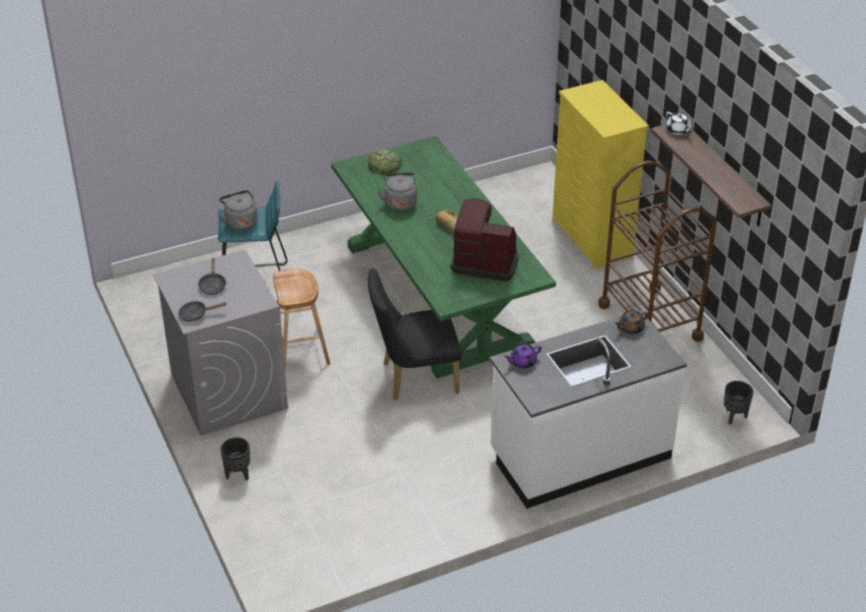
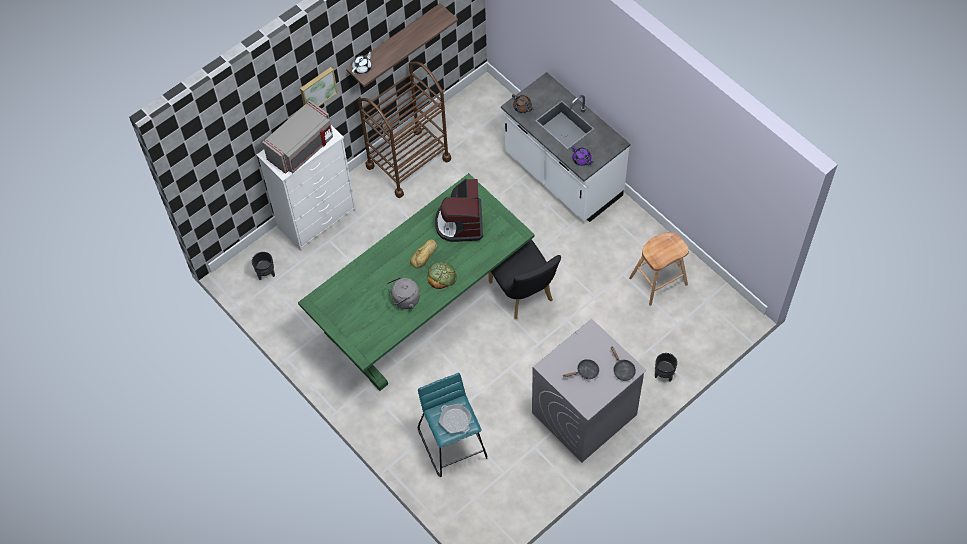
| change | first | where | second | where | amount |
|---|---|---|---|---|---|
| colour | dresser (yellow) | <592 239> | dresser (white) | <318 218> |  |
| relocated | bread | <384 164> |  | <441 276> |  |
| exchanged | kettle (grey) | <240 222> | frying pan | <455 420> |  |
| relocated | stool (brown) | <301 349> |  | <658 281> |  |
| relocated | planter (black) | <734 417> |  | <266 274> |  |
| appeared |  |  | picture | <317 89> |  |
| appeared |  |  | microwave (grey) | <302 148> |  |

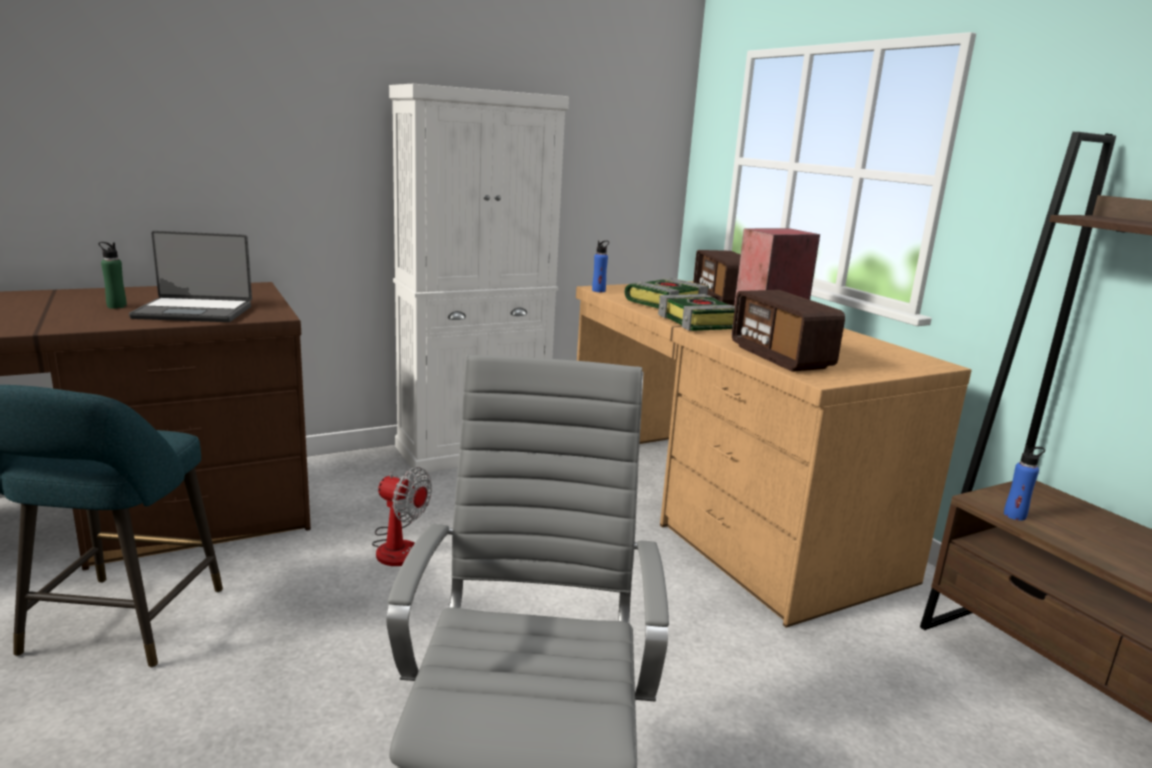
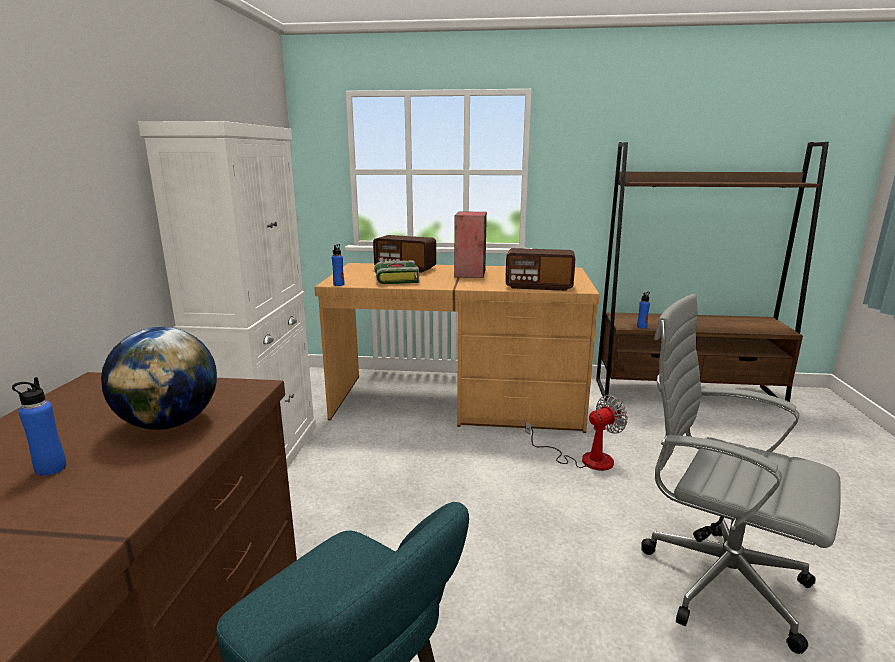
| change | first | where | second | where | amount |
|---|---|---|---|---|---|
| exchanged | laptop | <195 312> | globe | <170 423> |  |
| colour | bottle (green) | <116 306> | bottle (blue) | <51 469> |  |
| missing | book | <701 323> |  |  |  |
| relocated | fan | <398 545> |  | <585 459> |  |

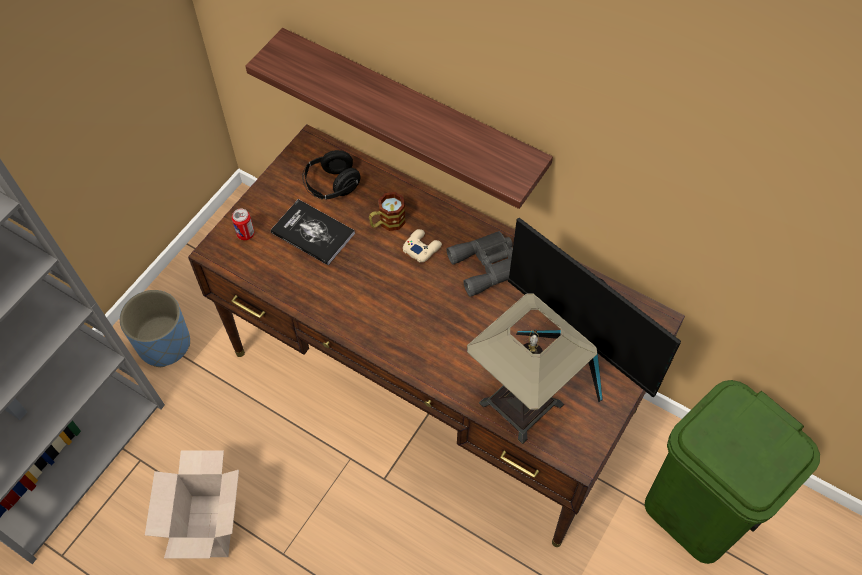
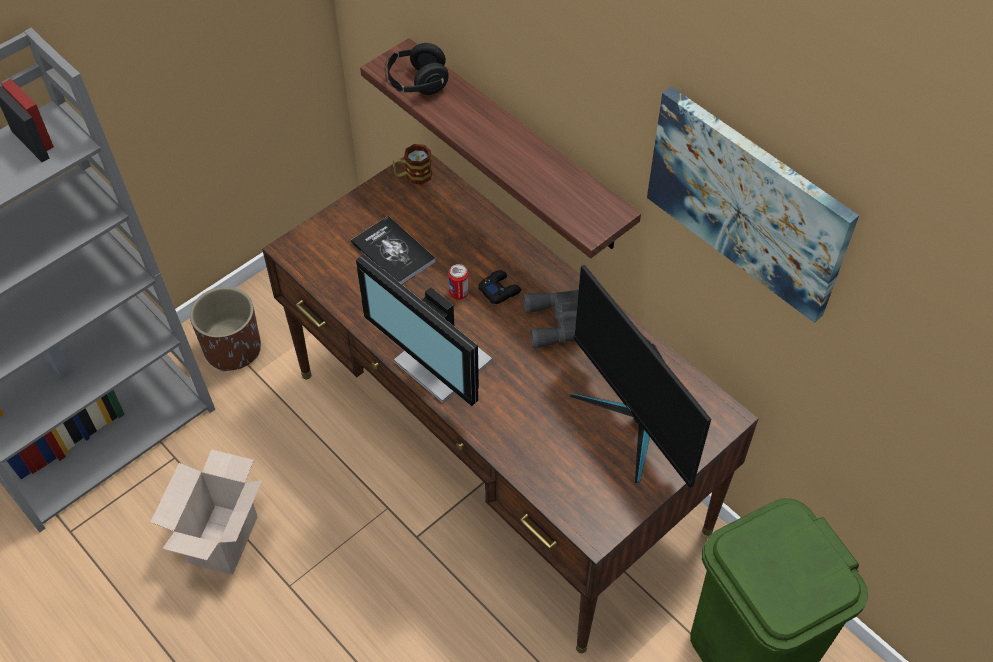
| change | first | where | second | where | amount |
|---|---|---|---|---|---|
| relocated | headphones (black) | <331 185> |  | <417 83> |  |
| relocated | mug | <387 222> |  | <413 176> |  |
| relocated | can | <245 234> |  | <459 293> |  |
| colour | game controller (beige) | <421 248> | game controller (black) | <499 290> |  |
| colour | planter (blue) | <164 344> | planter (brown) | <233 349> |  |
| missing | table lamp | <521 404> |  |  |  |
| appeared |  |  | picture | <748 202> |  |
| appeared |  |  | monitor | <440 365> |  |

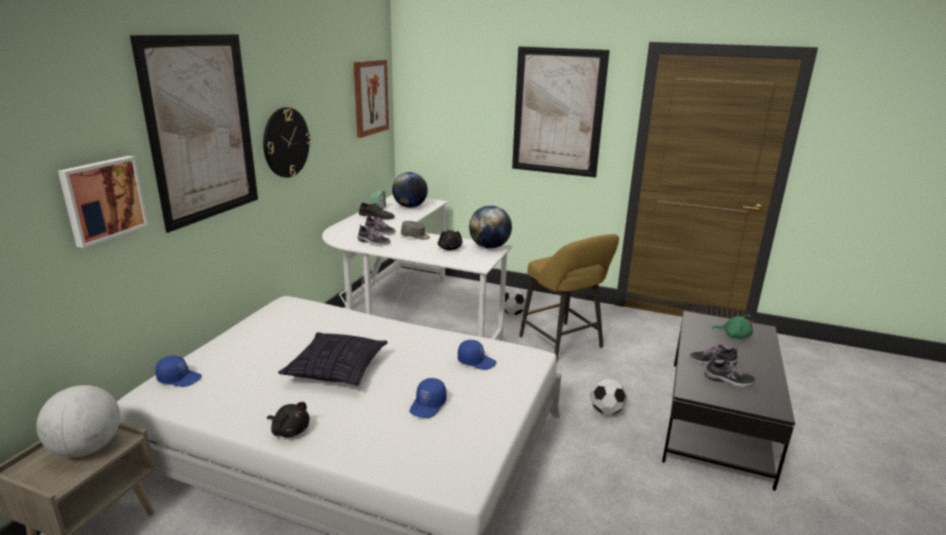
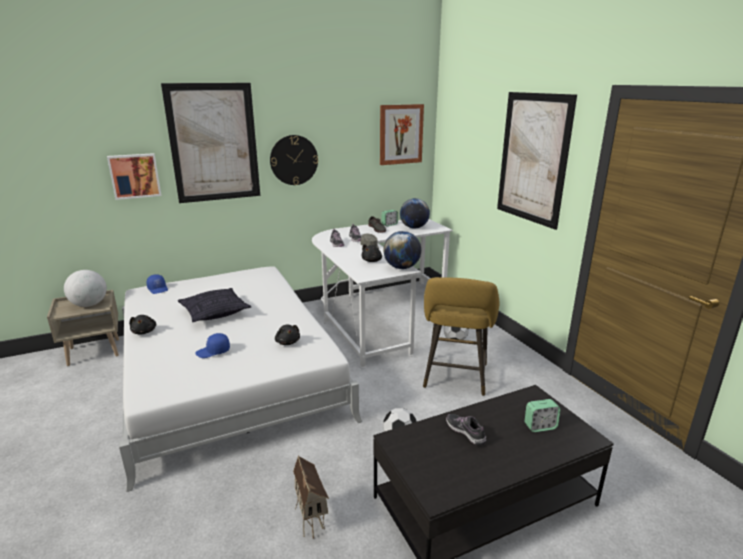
| change | first | where | second | where | amount |
|---|---|---|---|---|---|
| exchanged | plush toy (green) | <734 336> | alarm clock | <540 426> |  |
| exchanged | cap (blue) | <476 361> | plush toy (black) | <287 342> |  |
| missing | shoe | <728 380> |  |  |  |
| appeared |  |  | toy house | <312 521> |  |

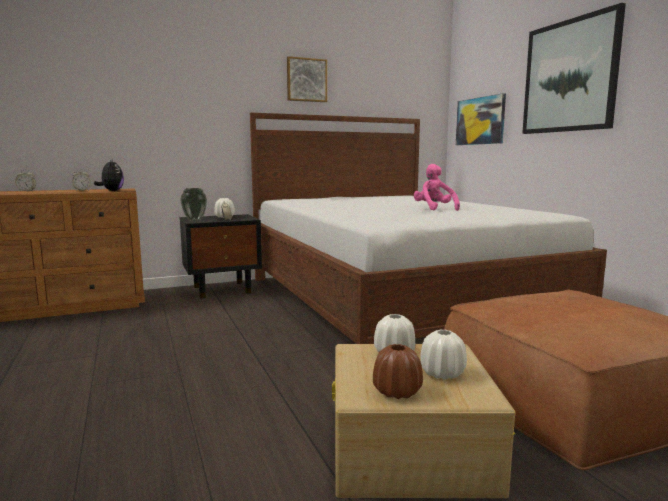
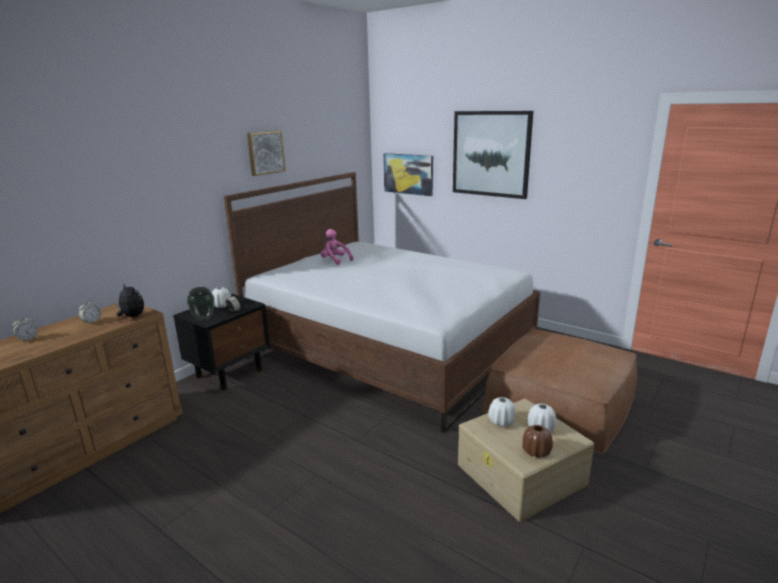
| change | first | where | second | where | amount |
|---|---|---|---|---|---|
| relocated | plush toy (pink) | <434 209> |  | <335 261> |  |

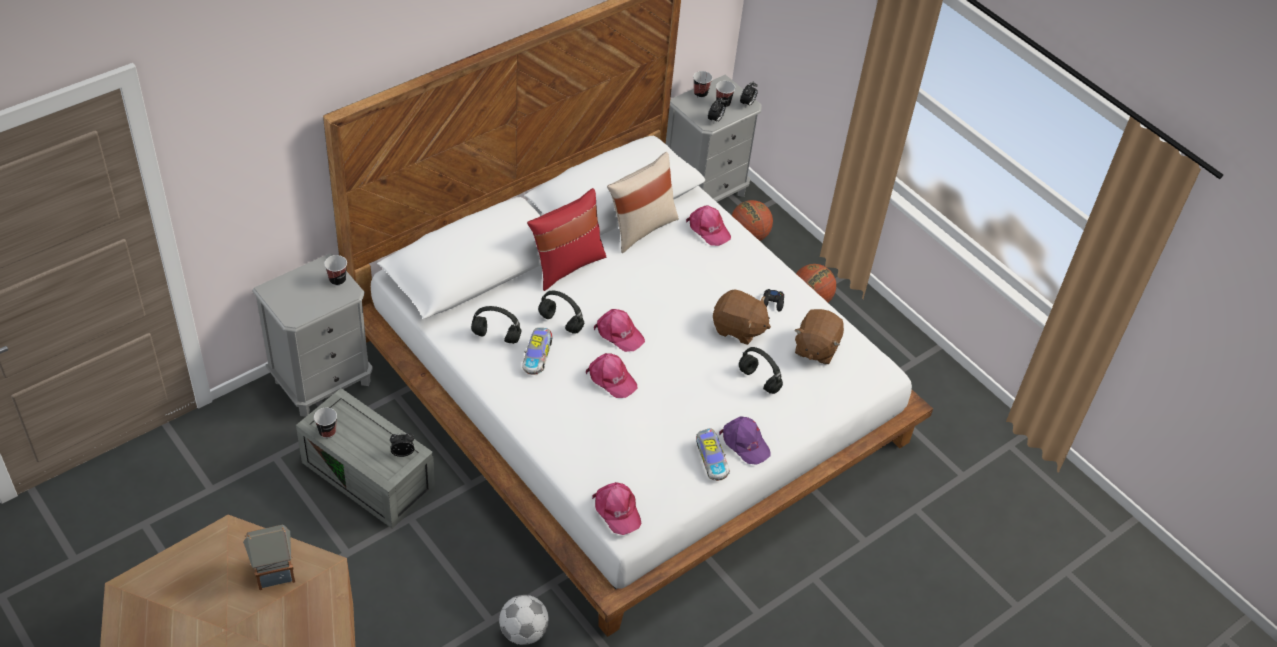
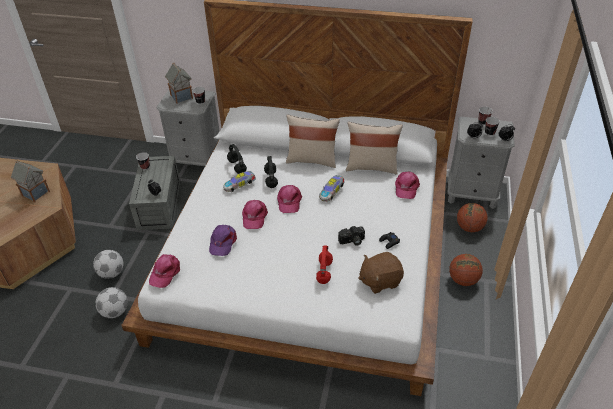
| change | first | where | second | where | amount |
|---|---|---|---|---|---|
| colour | pillow (red) | <566 265> | pillow (beige) | <312 160> |  |
| exchanged | plush toy (brown) | <738 328> | photo camera | <352 241> |  |
| colour | headphones (black) | <760 380> | headphones (red) | <324 272> |  |
| relocated | cap (purple) | <744 443> |  | <222 242> |  |
| relocated | toy car | <710 459> |  | <332 192> |  |
| appeared |  |  | toy house | <182 97> |  |
| appeared |  |  | football | <112 273> |  |

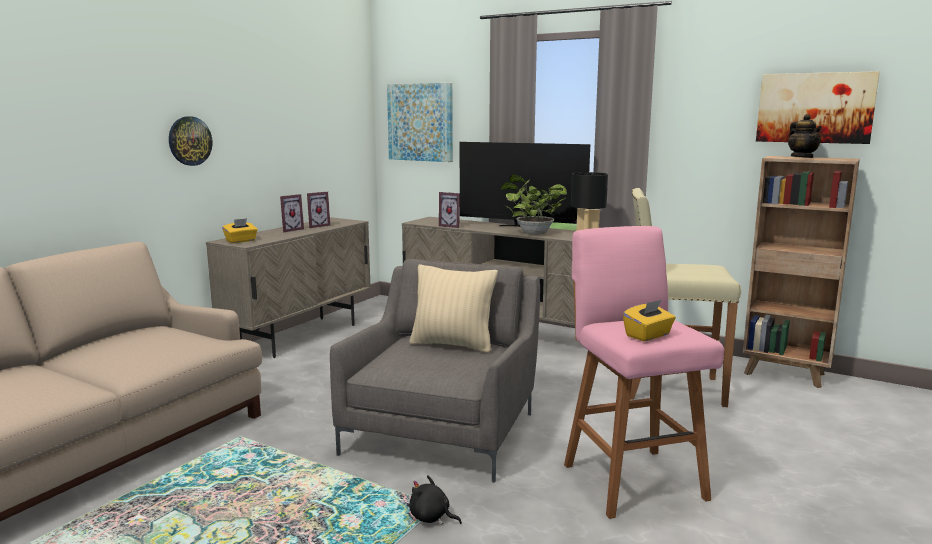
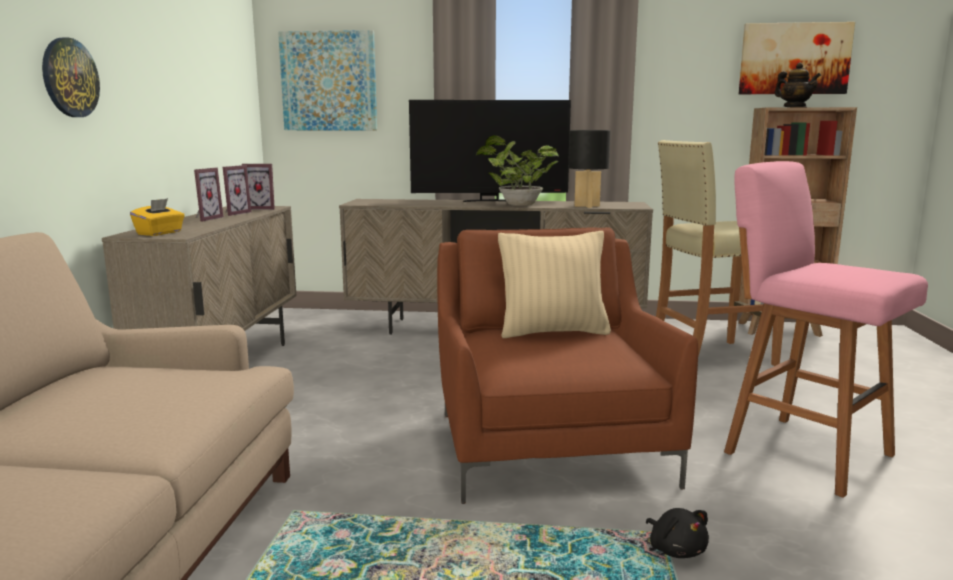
| change | first | where | second | where | amount |
|---|---|---|---|---|---|
| relocated | picture frame | <451 226> |  | <262 208> |  |
| colour | armchair (grey) | <443 429> | armchair (brown) | <550 443> |  |
| missing | tissue box (yellow) | <648 335> |  |  |  |
| spun | plush toy (black) | <431 517> |  | <676 549> | 120 degrees counterclockwise |

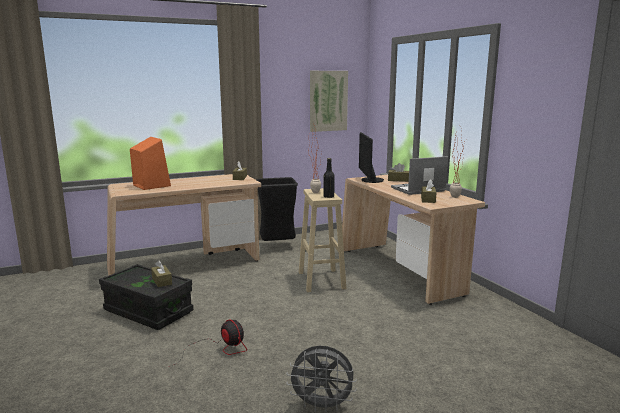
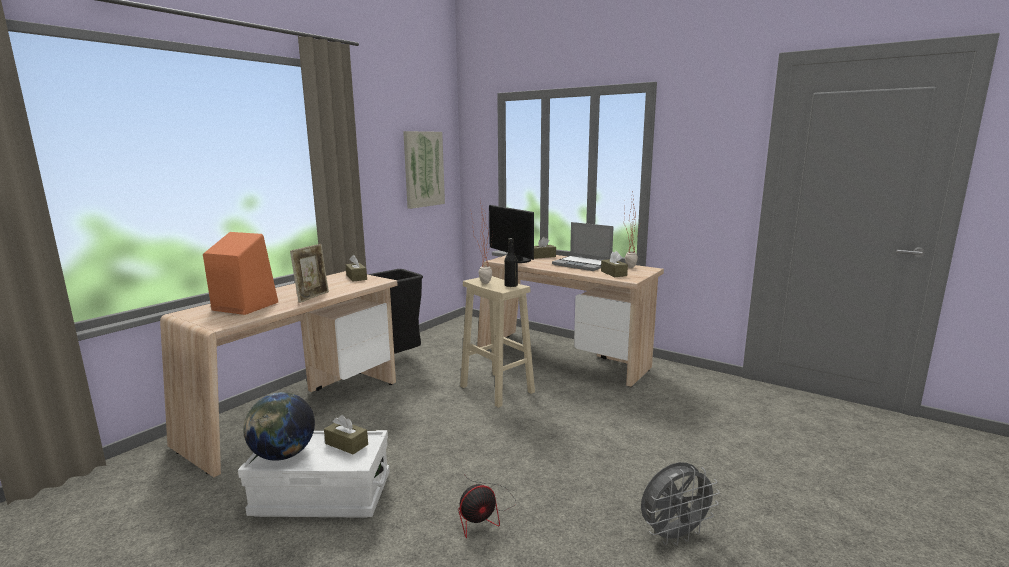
| change | first | where | second | where | amount |
|---|---|---|---|---|---|
| spun | laptop | <417 190> |  | <583 264> | 90 degrees counterclockwise |
| colour | storage box (black) | <148 311> | storage box (white) | <322 495> |  |
| spun | fan | <219 349> |  | <484 513> | 135 degrees clockwise |
| appeared |  |  | picture frame | <313 297> |  |
| appeared |  |  | globe | <283 455> |  |

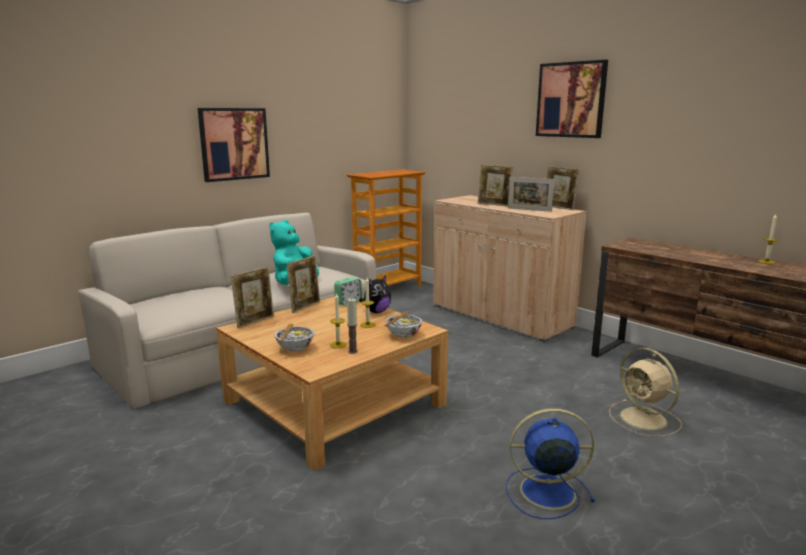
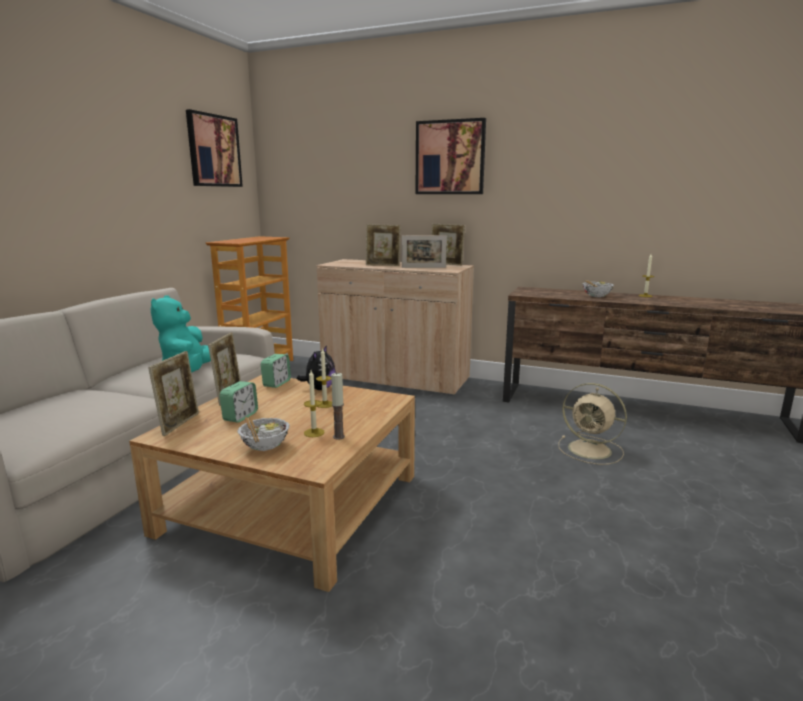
| change | first | where | second | where | amount |
|---|---|---|---|---|---|
| relocated | picture | <234 144> |  | <214 151> |  |
| relocated | bowl | <403 335> |  | <596 296> |  |
| missing | fan (blue) | <544 492> |  |  |  |
| appeared |  |  | alarm clock | <240 416> |  |

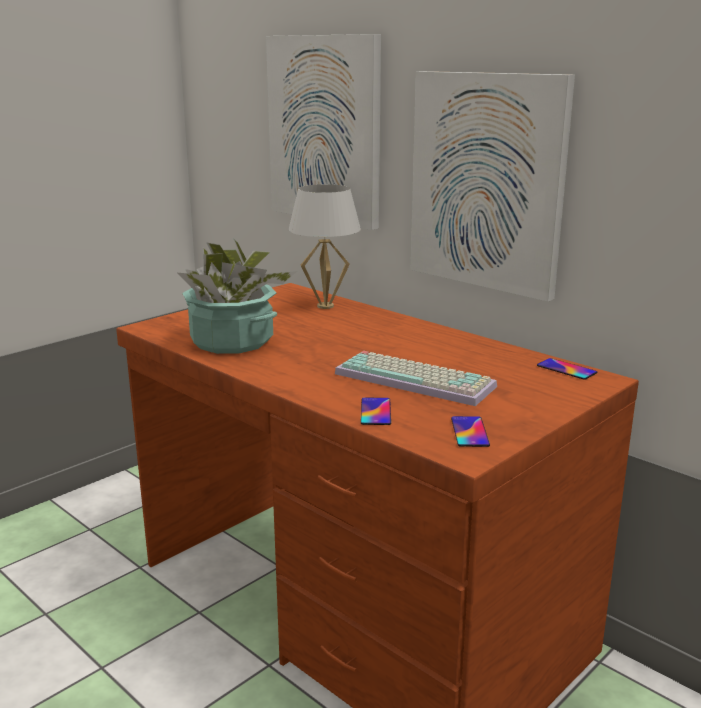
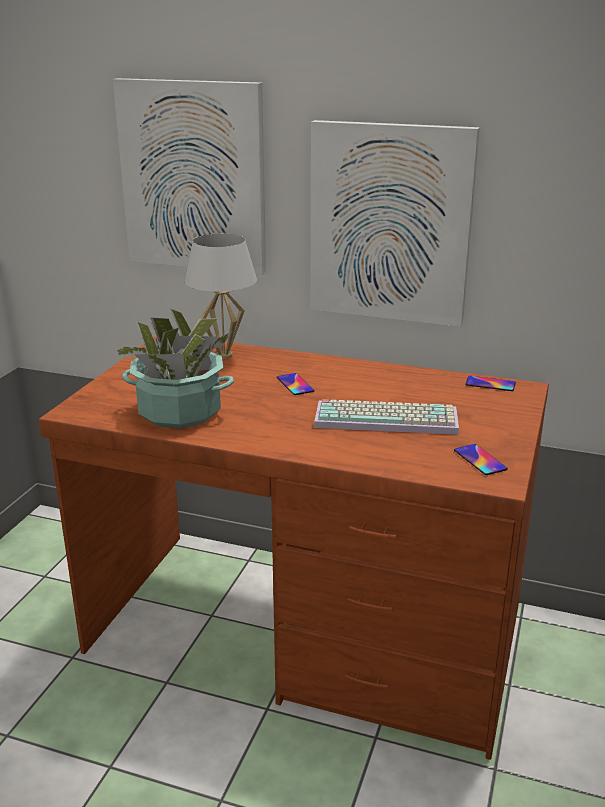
| change | first | where | second | where | amount |
|---|---|---|---|---|---|
| relocated | phone | <375 412> |  | <295 384> |  |

